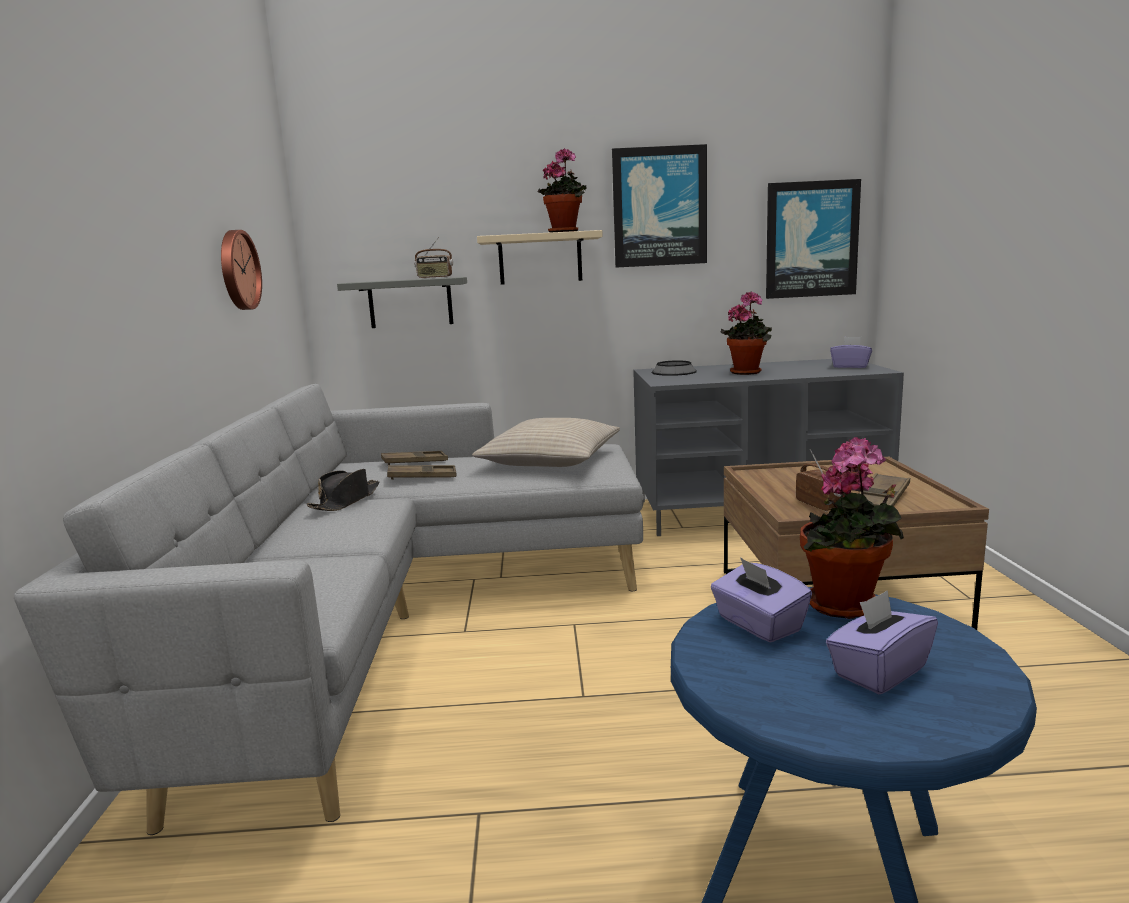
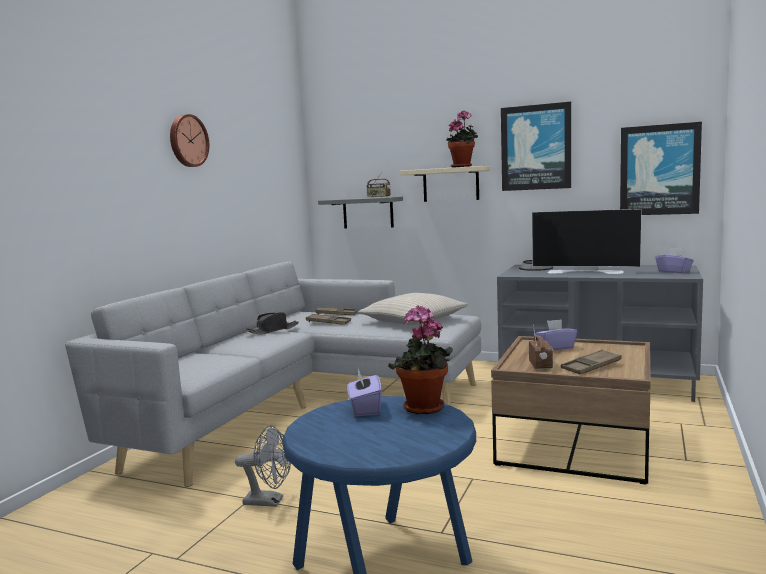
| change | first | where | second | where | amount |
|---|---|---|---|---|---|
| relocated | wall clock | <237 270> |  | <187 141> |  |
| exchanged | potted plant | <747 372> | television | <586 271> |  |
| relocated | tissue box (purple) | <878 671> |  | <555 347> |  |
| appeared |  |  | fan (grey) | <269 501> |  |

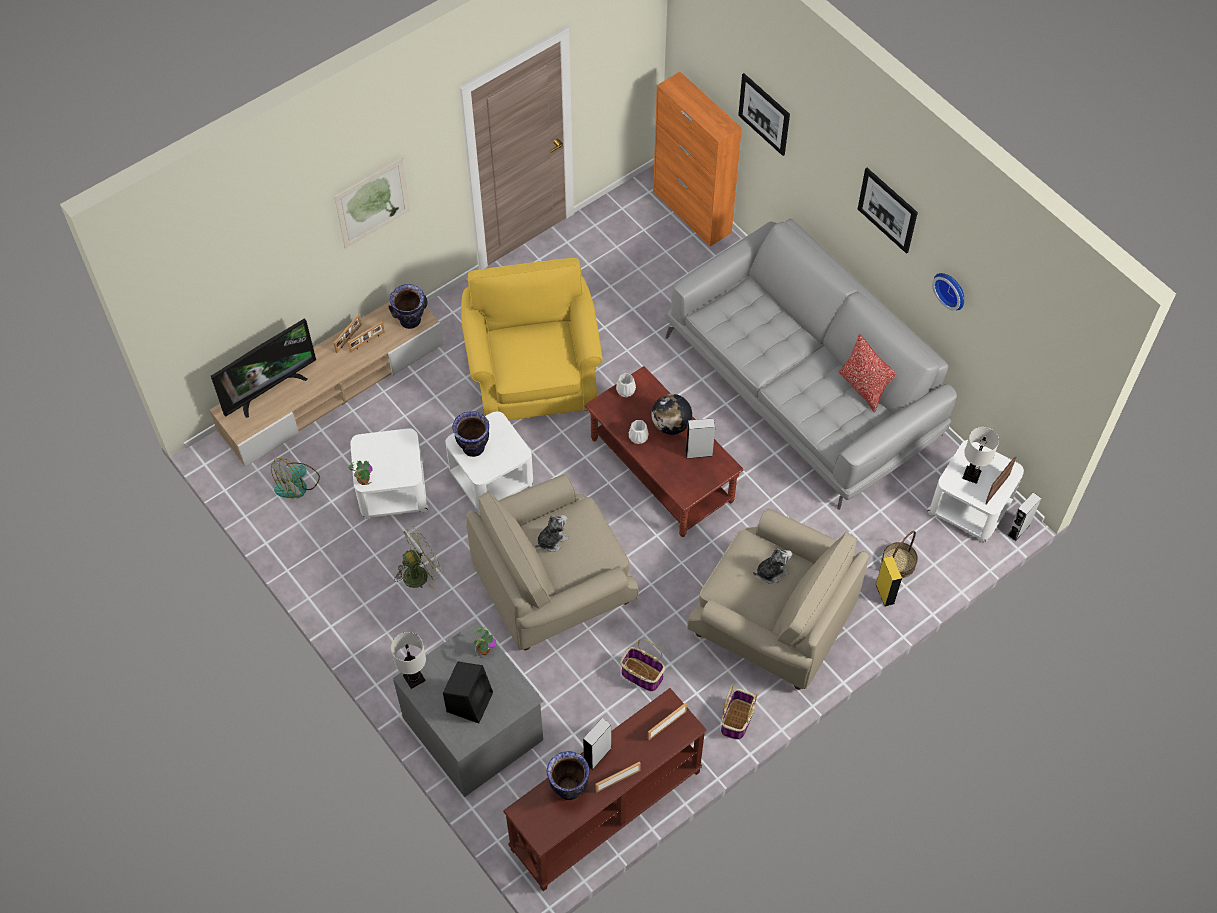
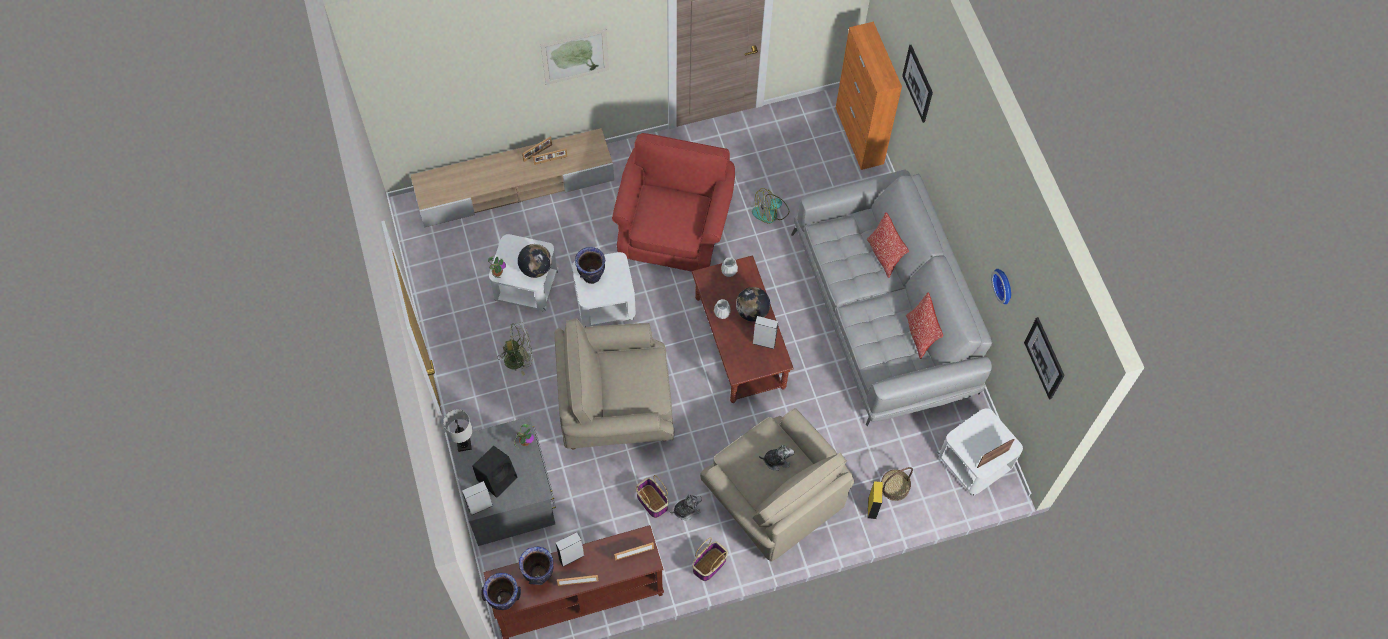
| change | first | where | second | where | amount |
|---|---|---|---|---|---|
| relocated | picture | <887 210> |  | <1044 358> |  |
| colour | armchair (yellow) | <533 372> | armchair (red) | <674 227> |  |
| relocated | vase | <410 321> |  | <504 600> |  |
| missing | television | <269 389> |  |  |  |
| missing | table lamp (white) | <971 475> |  |  |  |
| relocated | fan | <297 484> |  | <770 212> |  |
| relocated | speaker (grey) | <1018 530> |  | <480 506> |  |
| relocated | plush toy | <551 540> |  | <686 510> |  |
| appeared |  |  | pillow | <884 256> |  |
| appeared |  |  | globe | <536 268> |  |

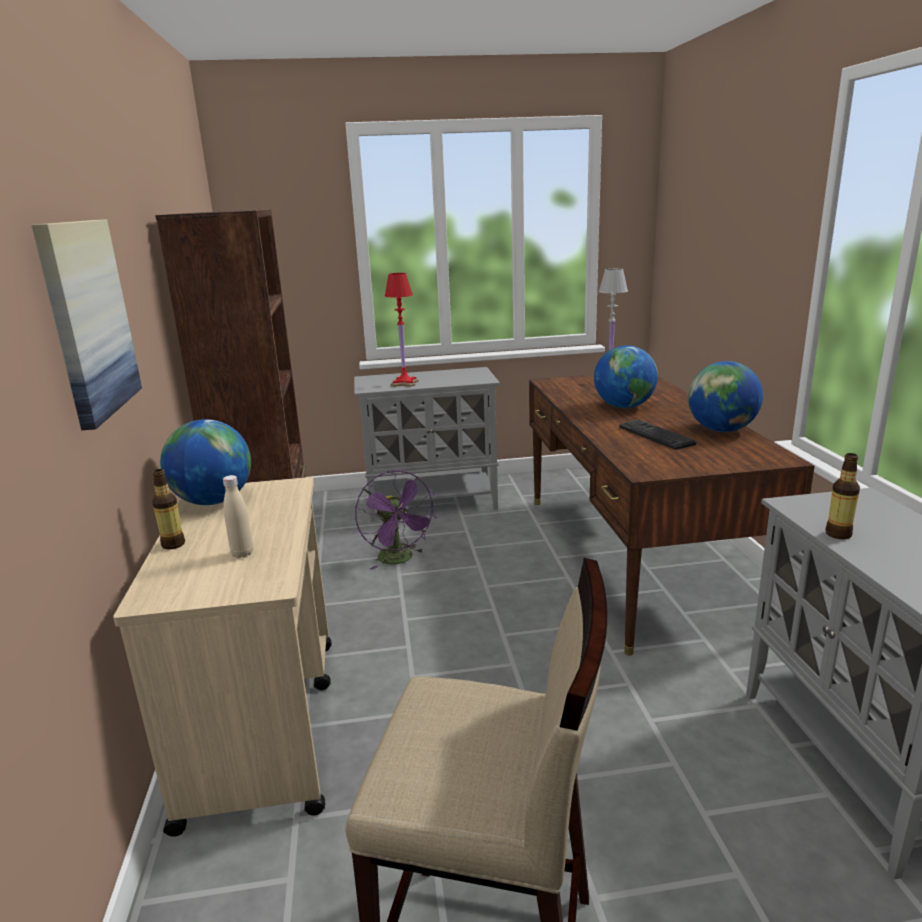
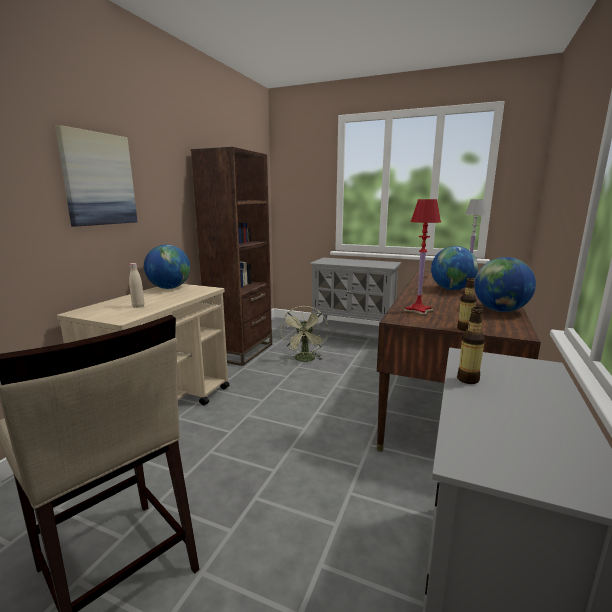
| change | first | where | second | where | amount |
|---|---|---|---|---|---|
| relocated | table lamp (red) | <404 383> |  | <417 311> |  |
| missing | keyboard | <656 435> |  |  |  |
| relocated | bottle | <173 544> |  | <464 329> |  |
| colour | fan (purple) | <400 560> | fan (green) | <305 360> |  |

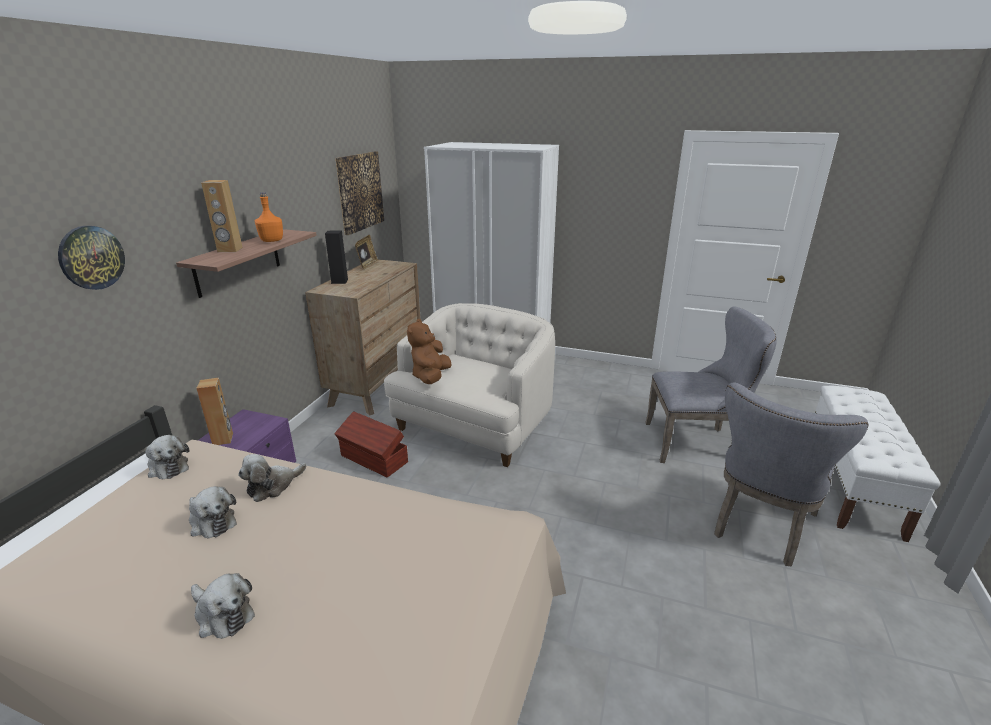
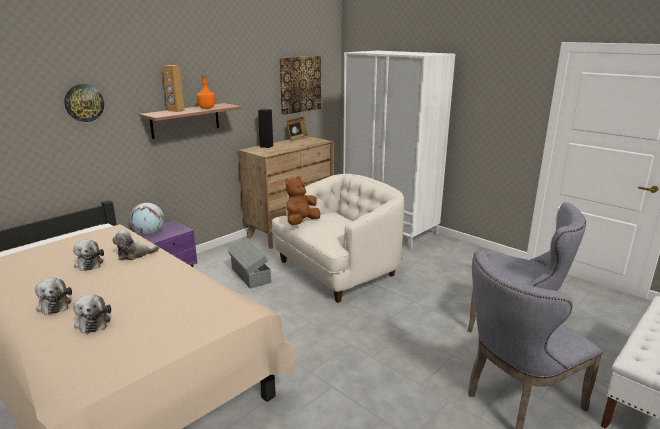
| change | first | where | second | where | amount |
|---|---|---|---|---|---|
| exchanged | speaker (brown) | <223 439> | globe | <149 233> |  |
| colour | storage box (brown) | <374 459> | storage box (grey) | <250 276> |  |
| relocated | plush toy | <167 467> |  | <93 322> |  |

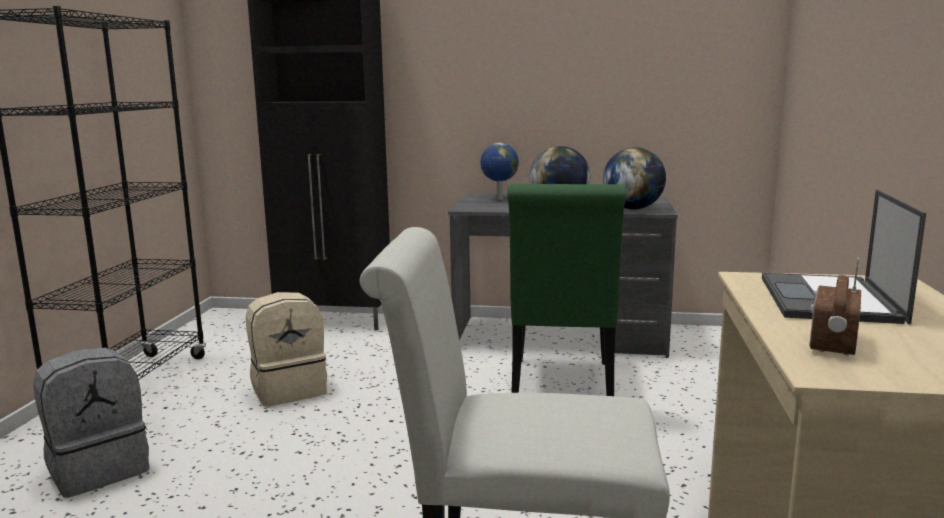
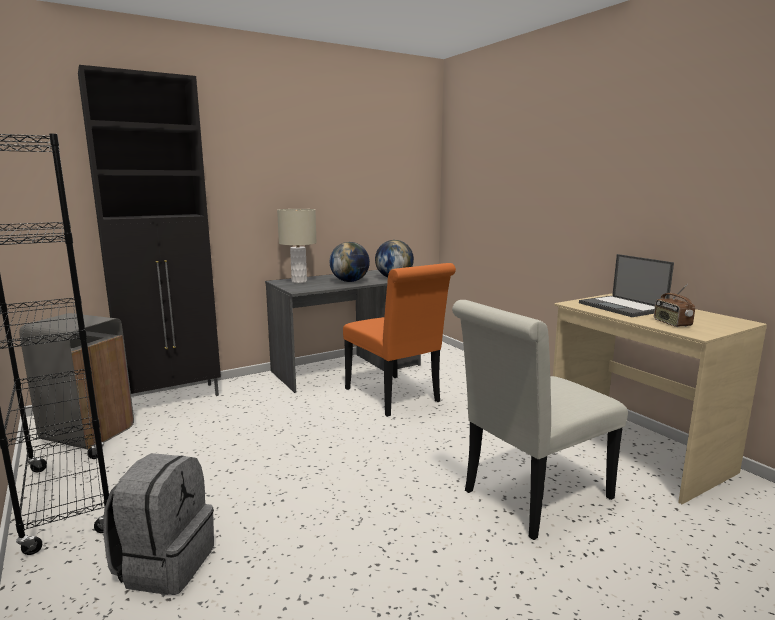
| change | first | where | second | where | amount |
|---|---|---|---|---|---|
| exchanged | globe | <499 199> | table lamp (beige) | <299 281> |  |
| colour | chair (green) | <561 389> | chair (orange) | <395 397> |  |
| missing | backpack (beige) | <289 389> |  |  |  |
| appeared |  |  | trash can (grey) | <88 432> |  |

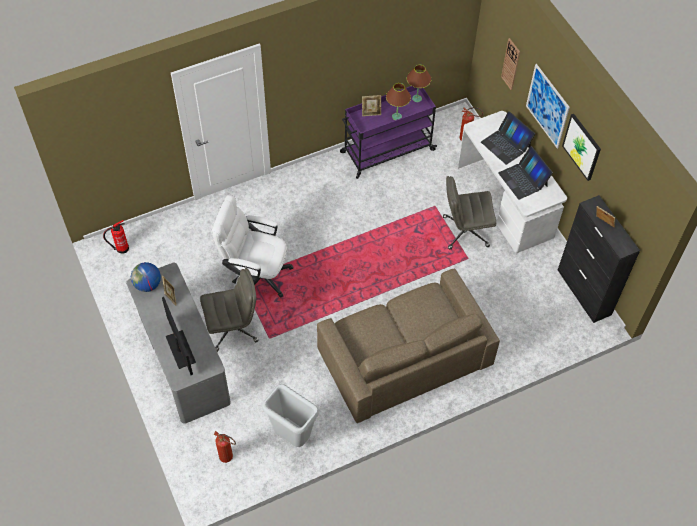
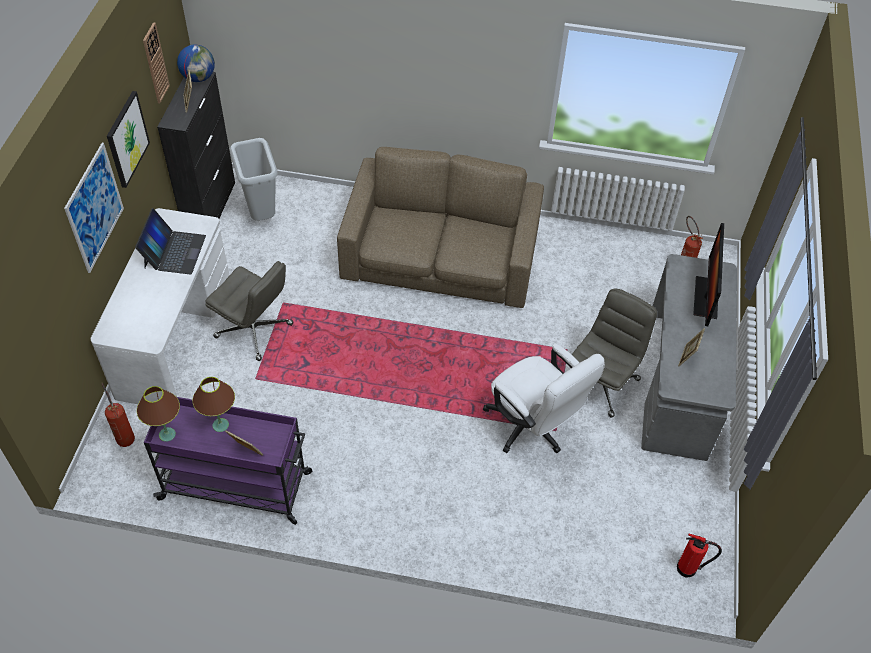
| change | first | where | second | where | amount |
|---|---|---|---|---|---|
| relocated | wall clock | <511 64> |  | <155 63> |  |
| missing | laptop | <506 144> |  |  |  |
| relocated | globe | <147 285> |  | <199 78> |  |
| spun | office chair (grey) | <233 328> |  | <601 383> | 105 degrees clockwise |
| relocated | trash can (grey) | <292 436> |  | <262 215> |  |

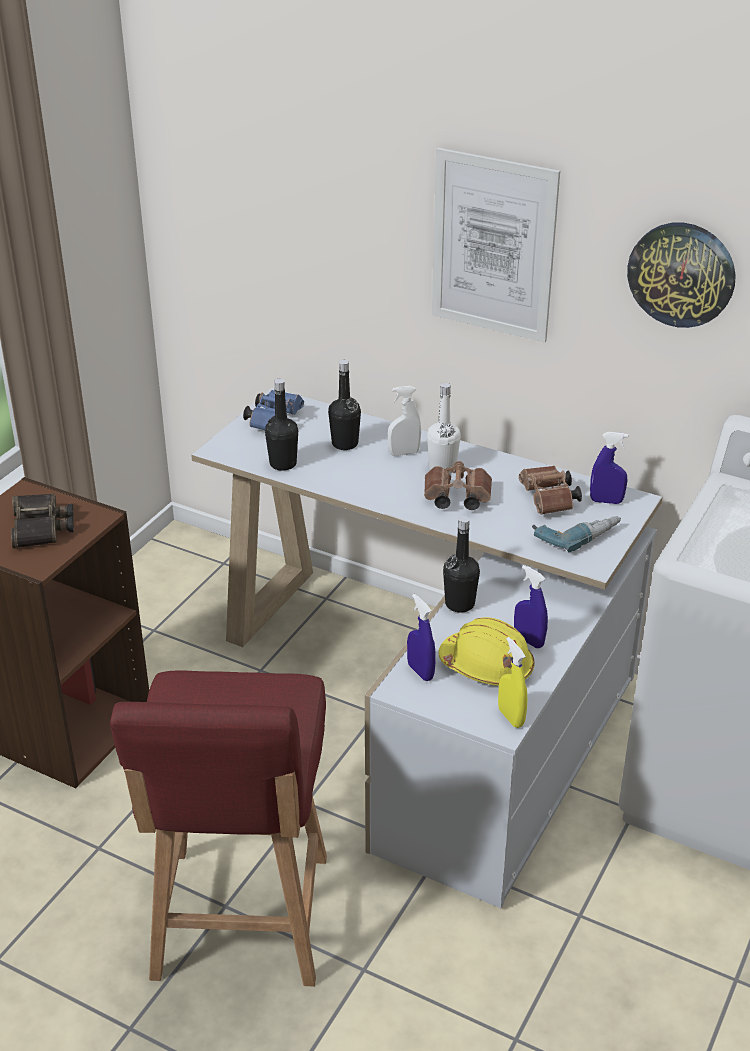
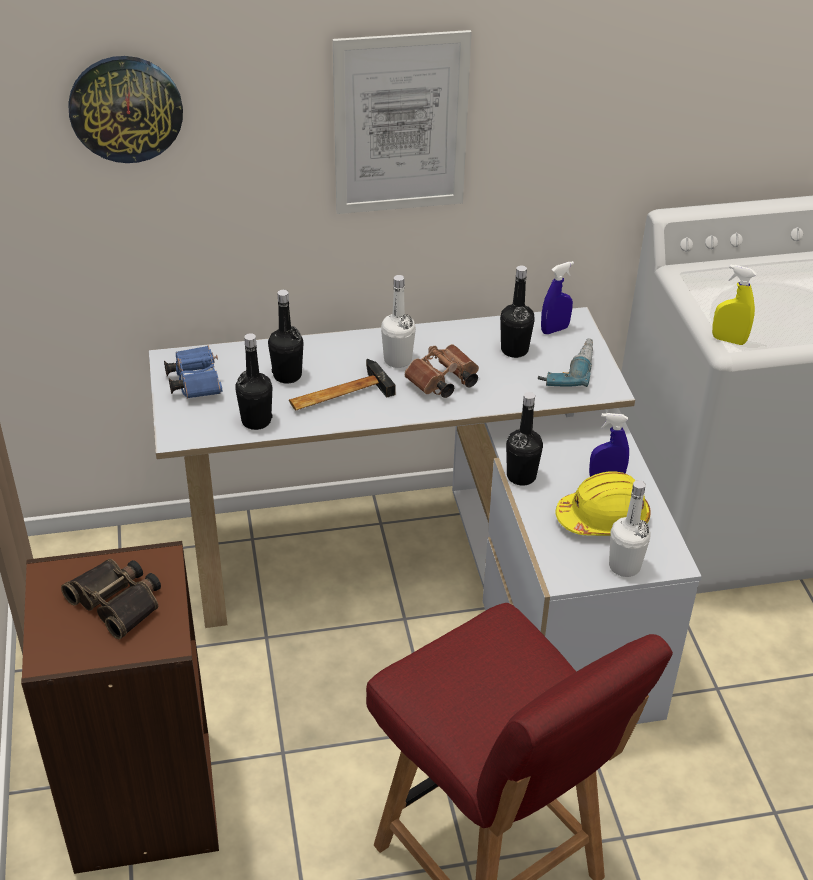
| change | first | where | second | where | amount |
|---|---|---|---|---|---|
| relocated | wall clock | <681 274> |  | <126 108> |  |
| missing | spray bottle (white) | <404 453> |  |  |  |
| exchanged | binoculars (brown) | <549 501> | bottle (black) | <514 350> |  |
| missing | spray bottle (blue) | <420 672> |  |  |  |
| relocated | spray bottle (yellow) | <511 717> |  | <728 340> |  |
| appeared |  |  | hammer | <338 394> |  |
| appeared |  |  | bottle (white) | <624 566> |  |

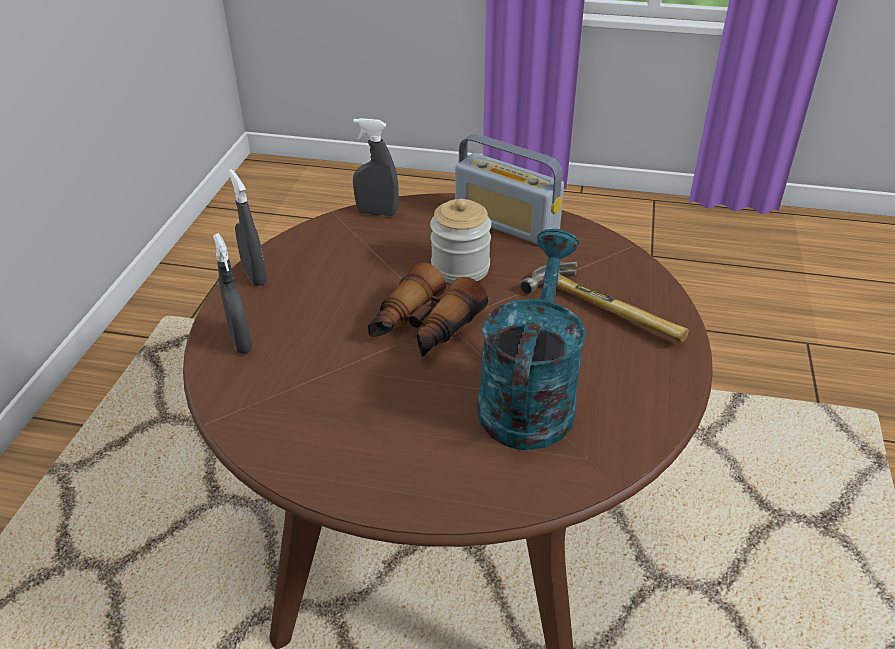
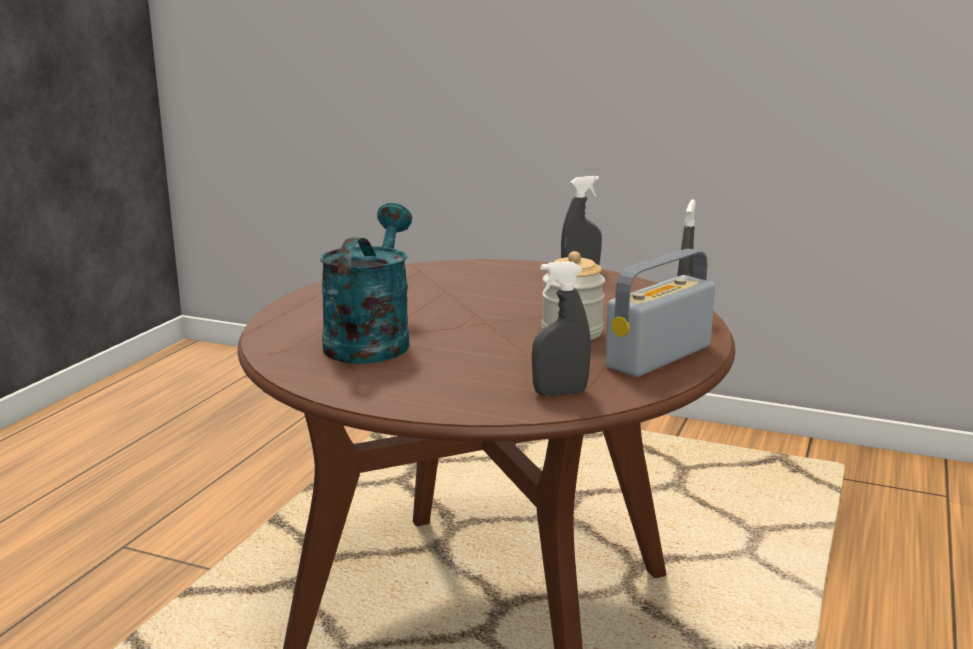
| change | first | where | second | where | amount |
|---|---|---|---|---|---|
| spun | watering can (turquoise) | <529 396> |  | <371 340> | 105 degrees counterclockwise |
| relocated | spray bottle (grey) | <240 341> |  | <560 393> |  |
| missing | binoculars | <423 328> |  |  |  |
| missing | hammer | <608 307> |  |  |  |

